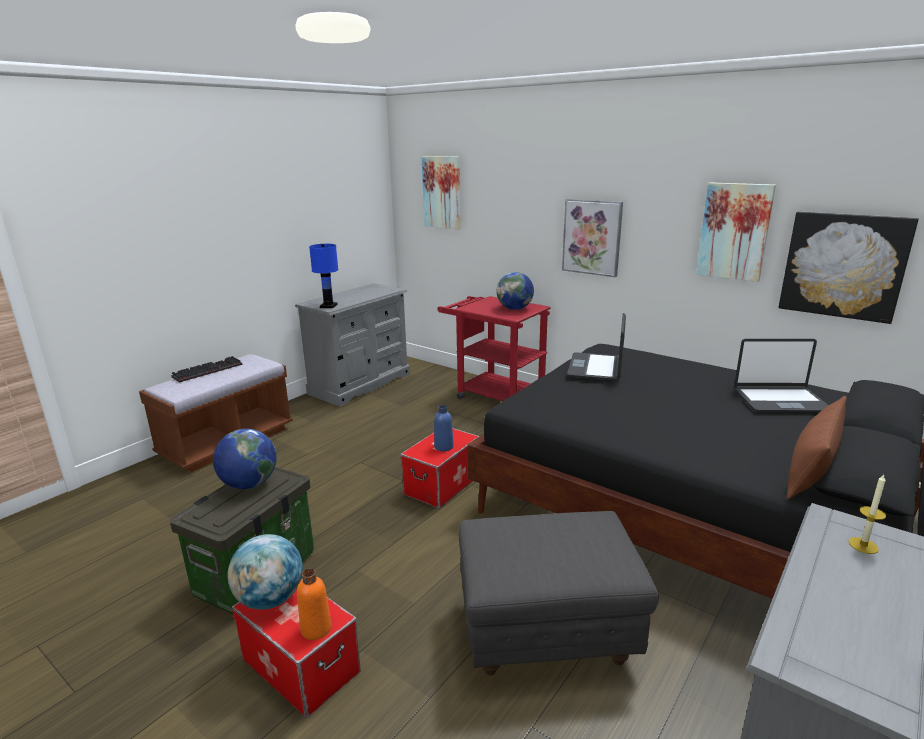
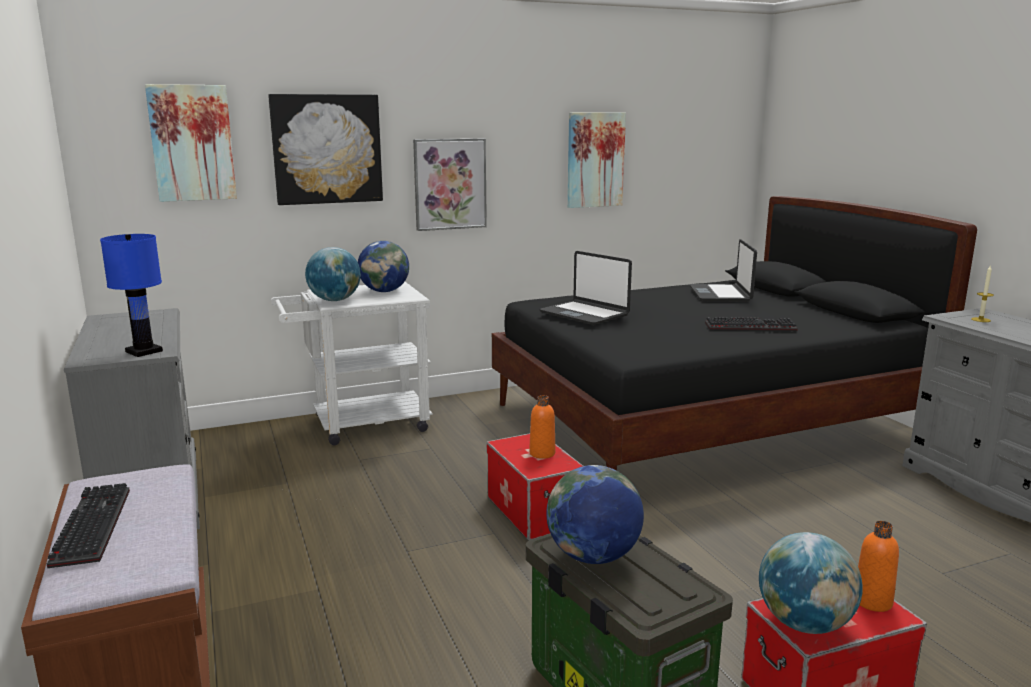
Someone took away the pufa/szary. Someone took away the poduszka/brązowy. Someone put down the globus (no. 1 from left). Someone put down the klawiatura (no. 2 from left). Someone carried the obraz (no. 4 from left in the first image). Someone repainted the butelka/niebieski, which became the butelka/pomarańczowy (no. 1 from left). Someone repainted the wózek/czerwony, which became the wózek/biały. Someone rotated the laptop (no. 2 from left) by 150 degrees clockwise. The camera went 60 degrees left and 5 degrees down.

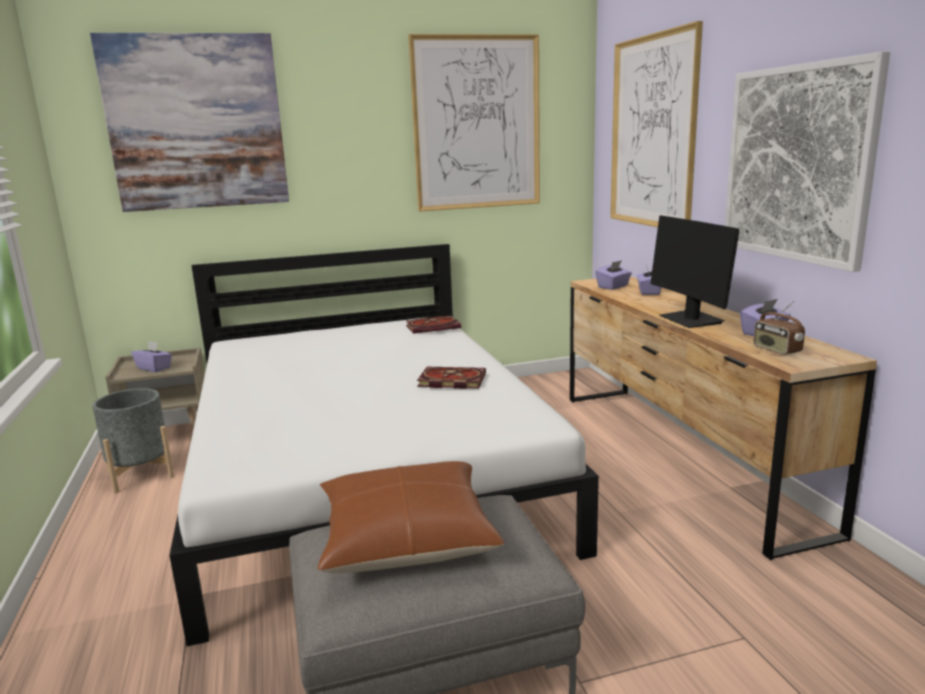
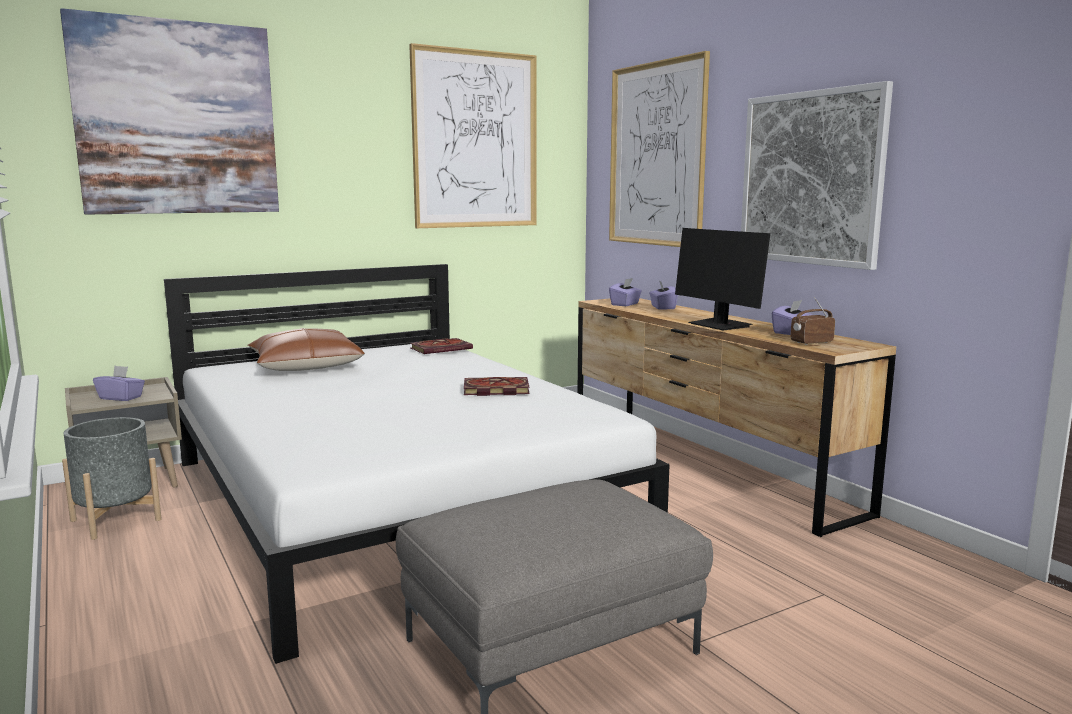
Someone carried the poduszka/brązowy. Someone rotated the radio by 105 degrees clockwise. The camera went 15 degrees left and 5 degrees down.

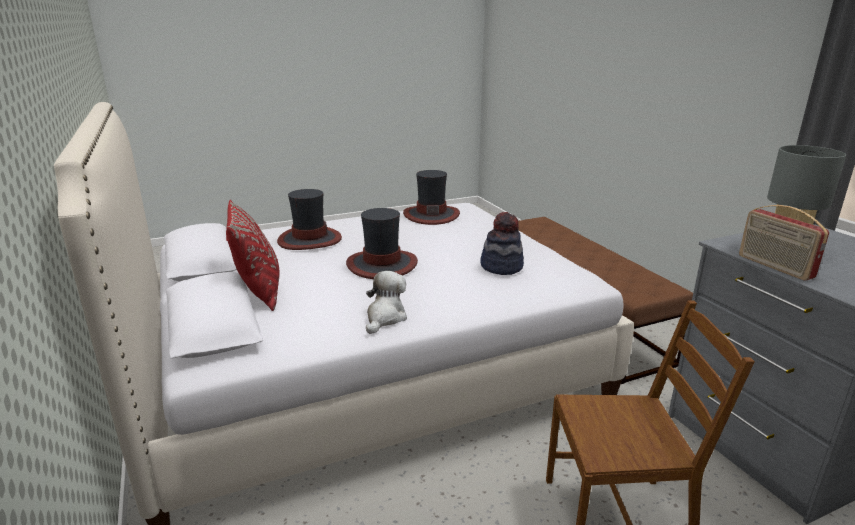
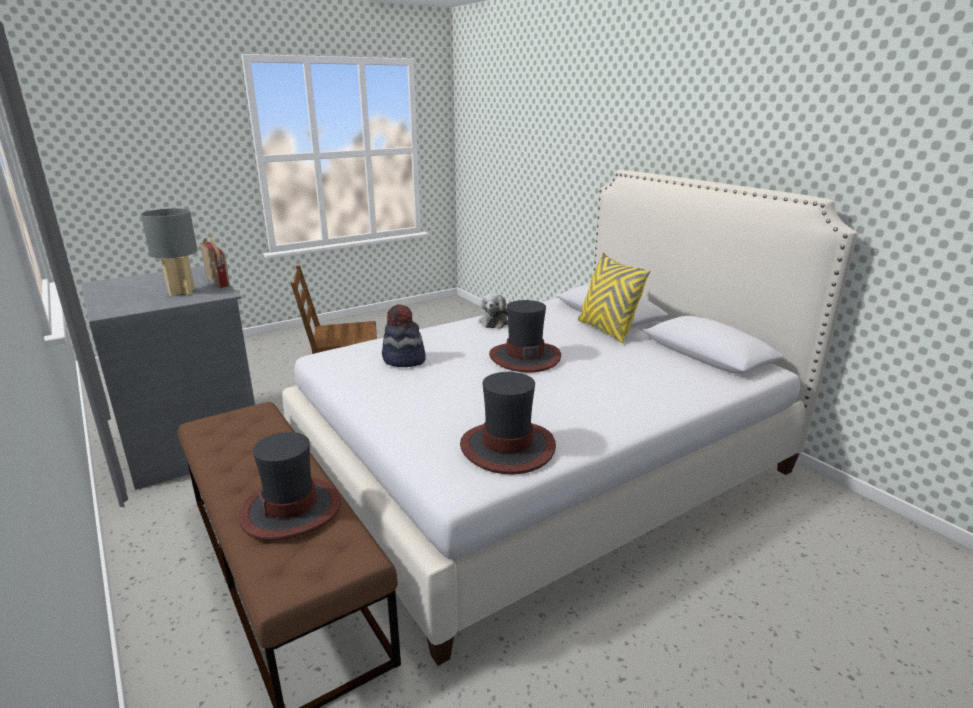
Someone carried the kapelusz (no. 1 from left). Someone repainted the poduszka/czerwony, which became the poduszka/żółty. The camera went 170 degrees right and 0 degrees up.

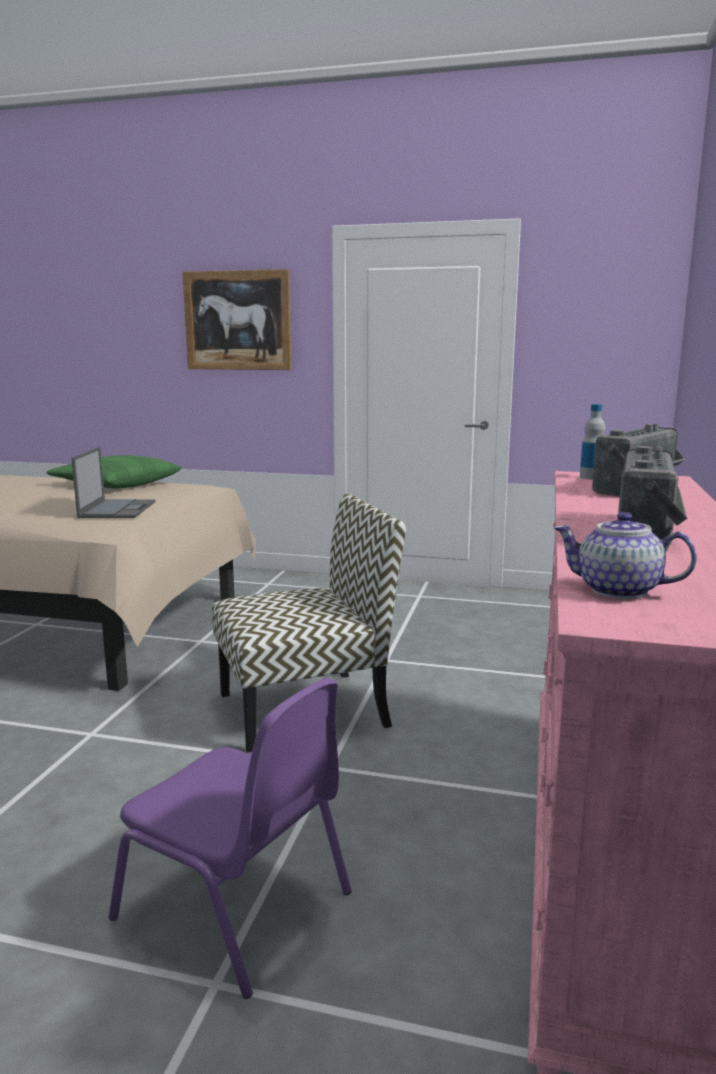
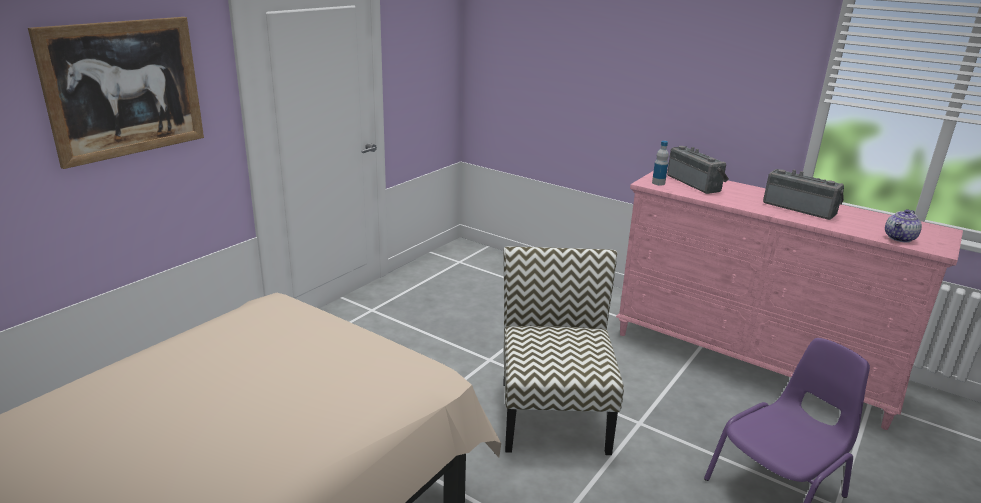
Someone took away the poduszka/zielony. Someone took away the laptop. The camera went 70 degrees left and 10 degrees up.

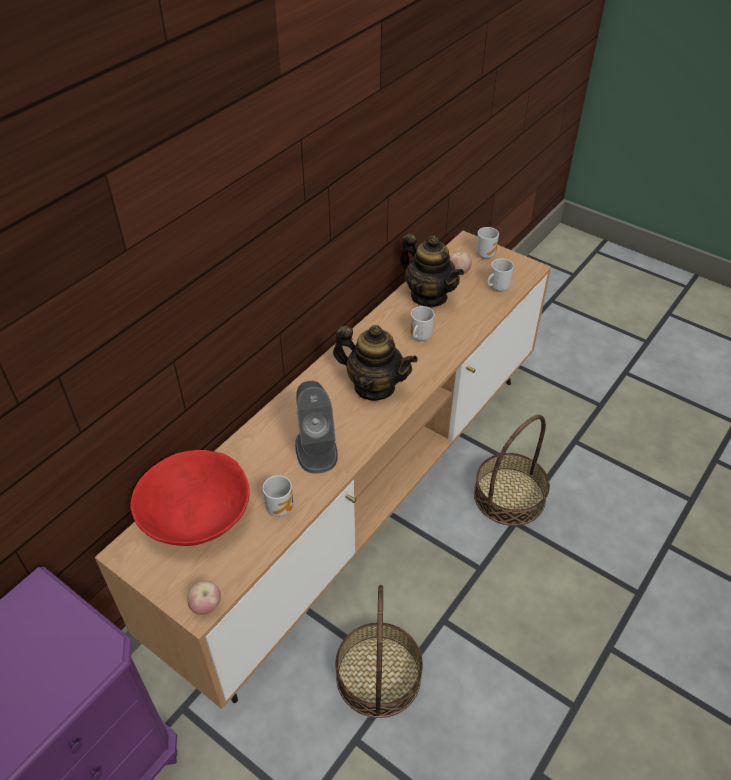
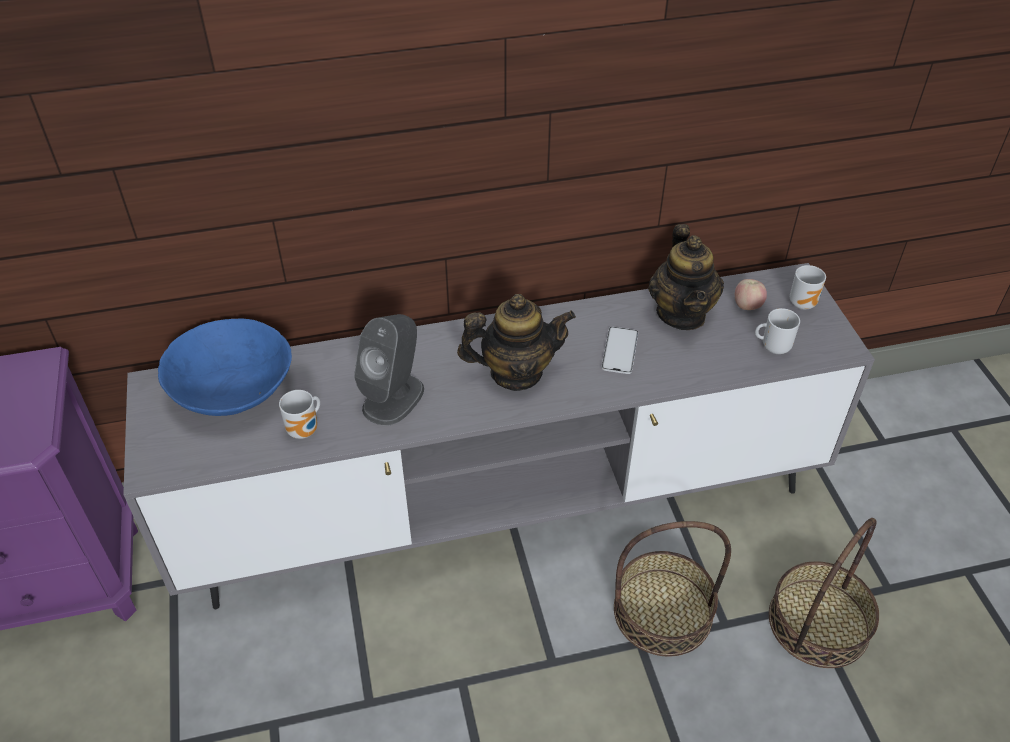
Someone took away the jabłko (no. 1 from left). Someone carried the koszyk (no. 1 from left in the first image). Someone swapped the kubek (no. 2 from left) for the telefon. Someone repainted the szafka pod telewizor/brązowy, which became the szafka pod telewizor/szary. Someone repainted the miska/czerwony, which became the miska/niebieski. Someone rotated the imbryk (no. 1 from left) by 75 degrees counterclockwise. The camera went 40 degrees right and 0 degrees up.

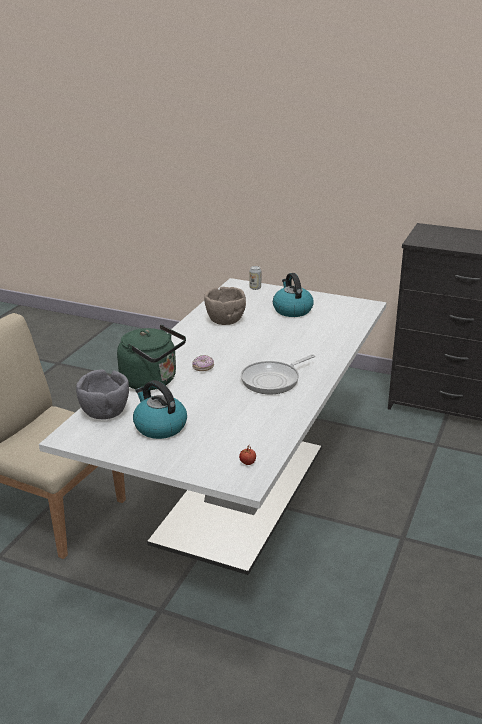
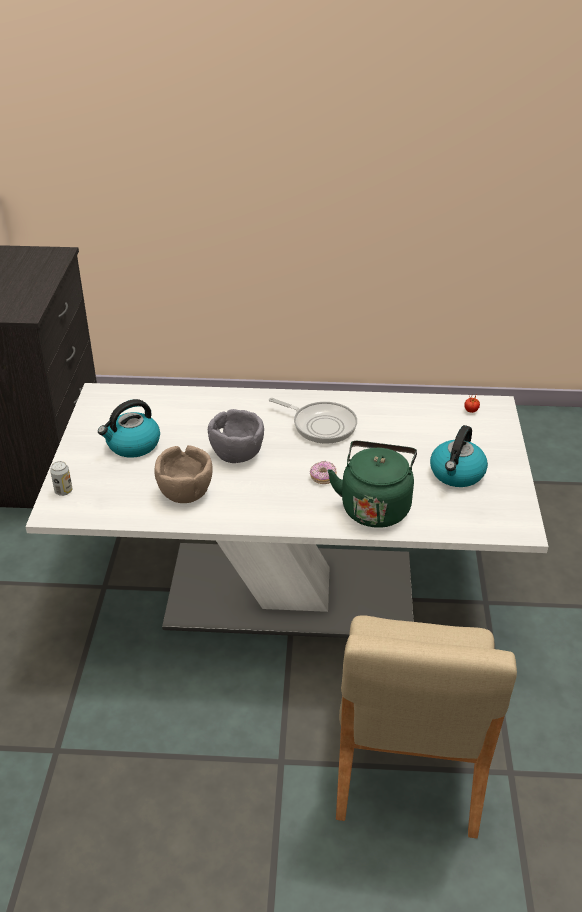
Someone carried the miska/szary. The camera went 110 degrees left and 10 degrees up.

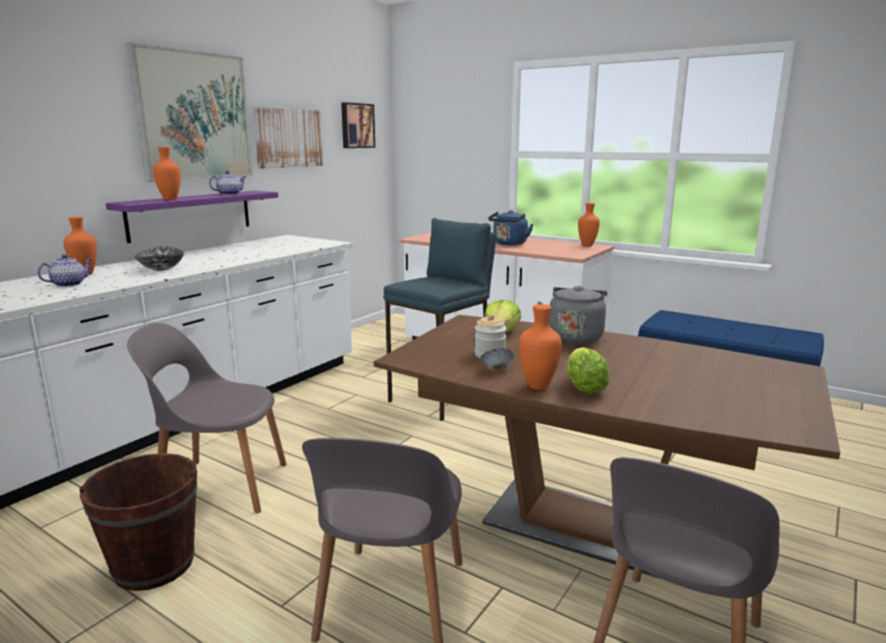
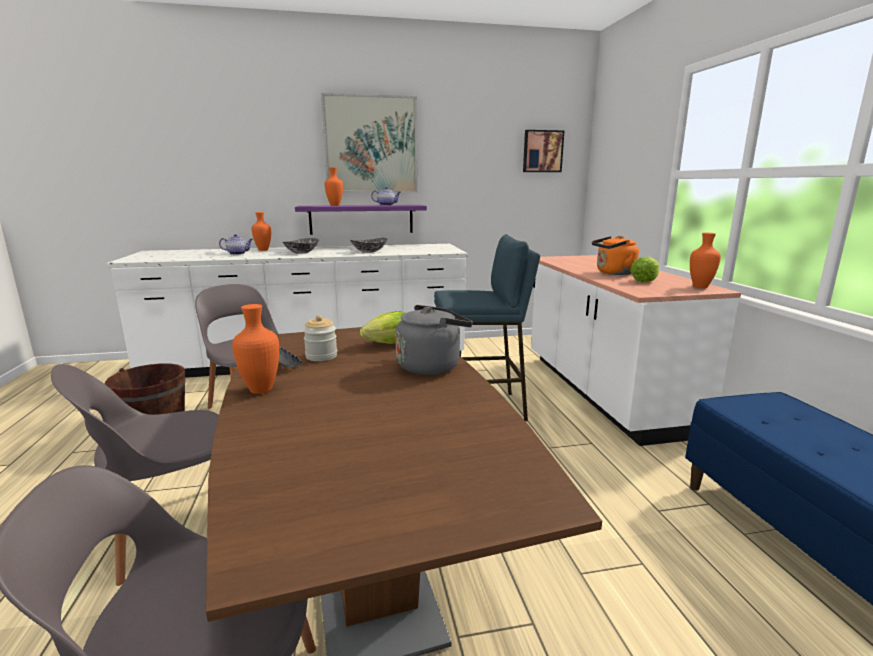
Someone took away the obraz (no. 2 from left). Someone put down the miska (no. 3 from left). Someone carried the sałata (no. 2 from left). Someone repainted the czajnik/niebieski, which became the czajnik/pomarańczowy. The camera went 45 degrees right and 0 degrees up.

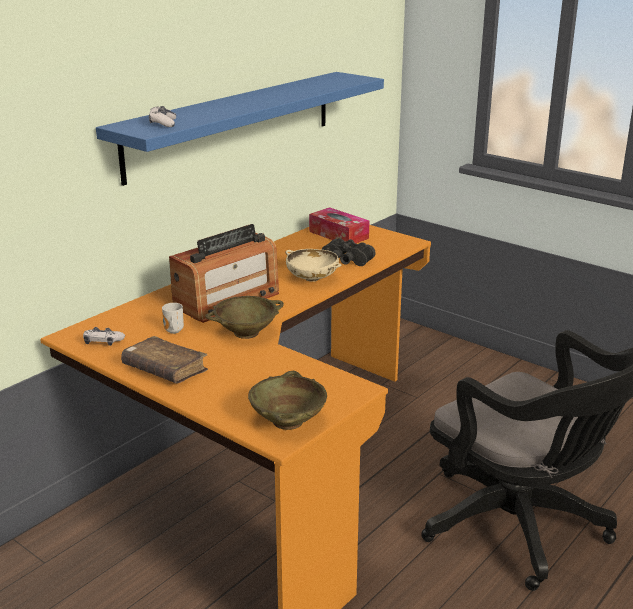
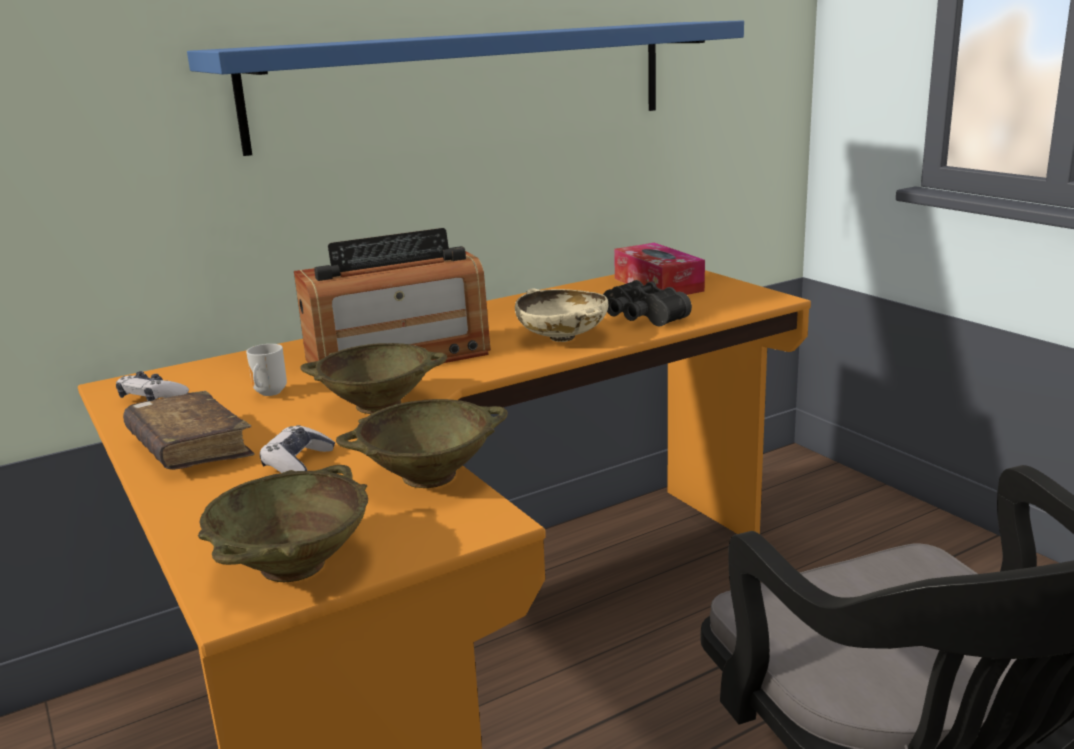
Someone put down the miska/beżowy (no. 3 from left). Someone carried the pad do gier (no. 2 from left). The camera went 20 degrees right and 5 degrees down.

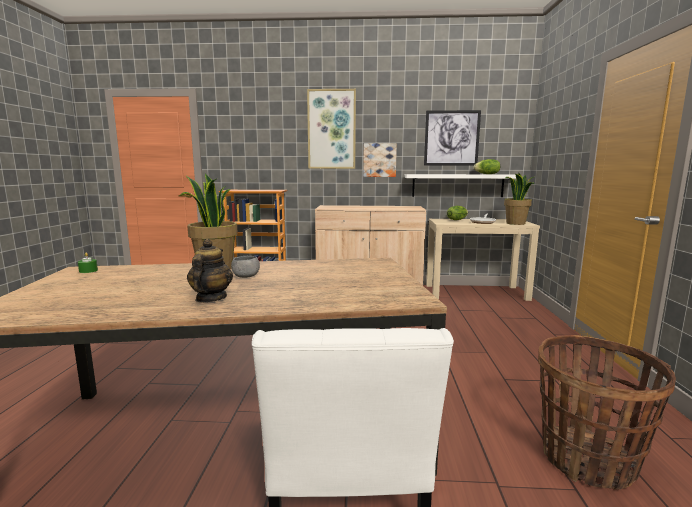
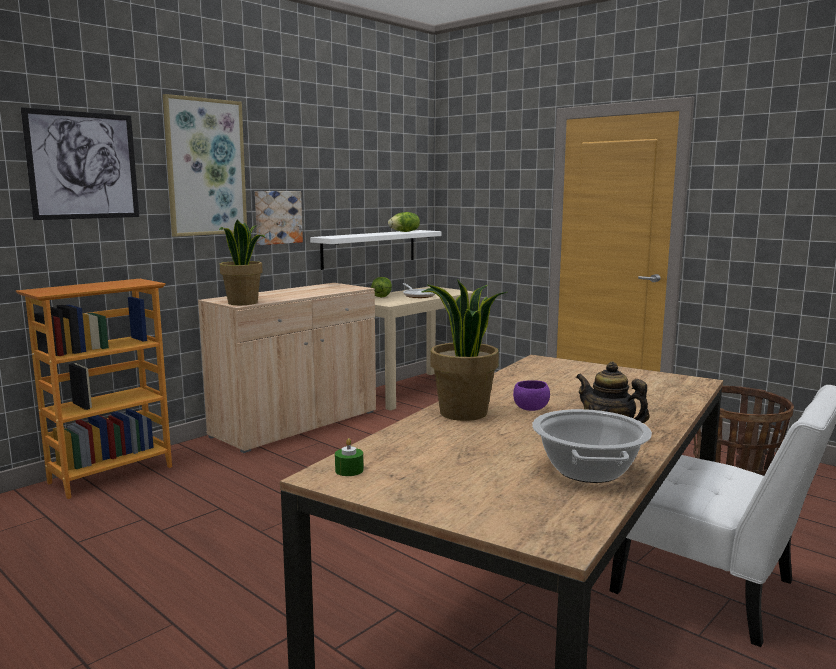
Someone put down the garnek. Someone carried the obraz (no. 3 from left in the first image). Someone carried the roślina doniczkowa (no. 2 from left in the first image). Someone repainted the miska/szary, which became the miska/fioletowy. The camera went 50 degrees left and 0 degrees up.

